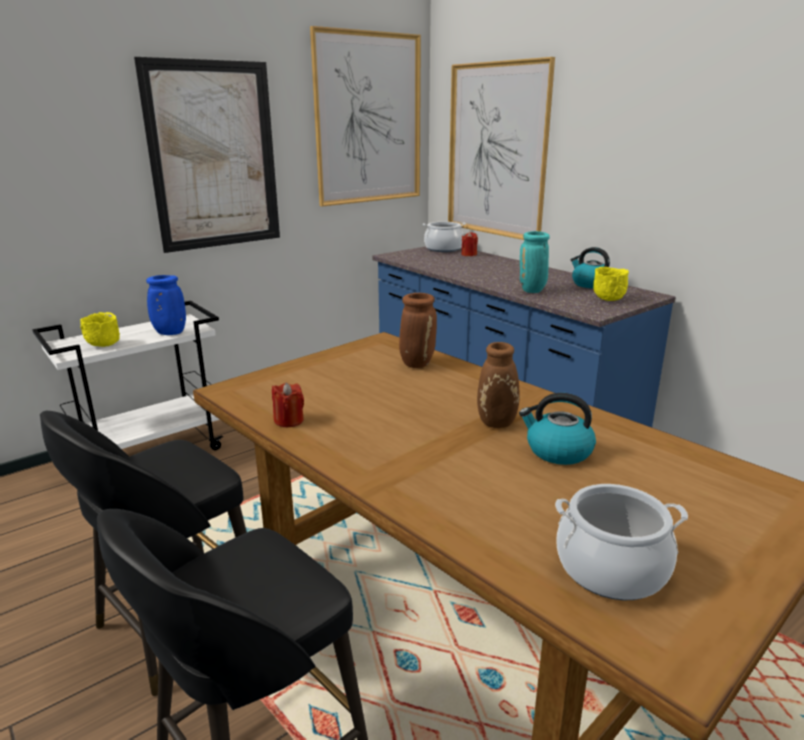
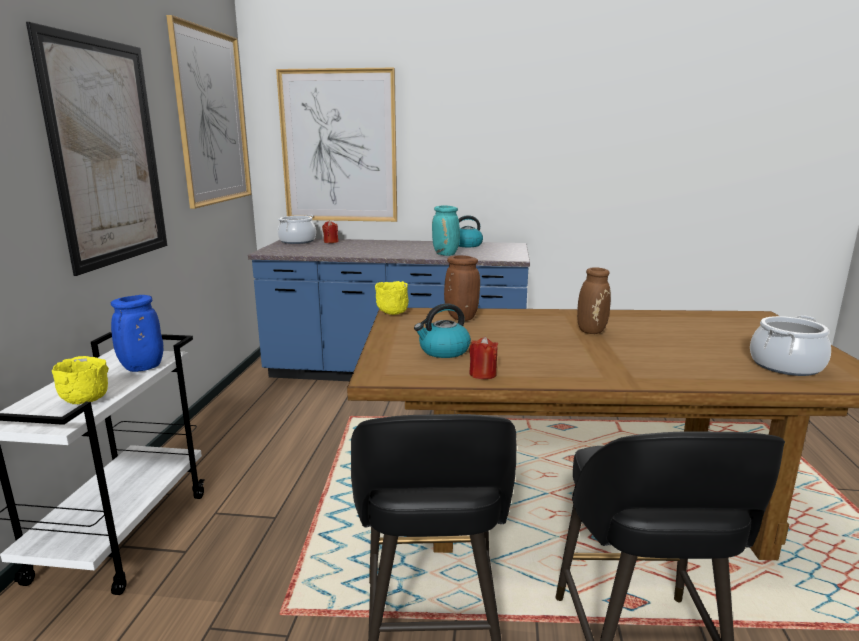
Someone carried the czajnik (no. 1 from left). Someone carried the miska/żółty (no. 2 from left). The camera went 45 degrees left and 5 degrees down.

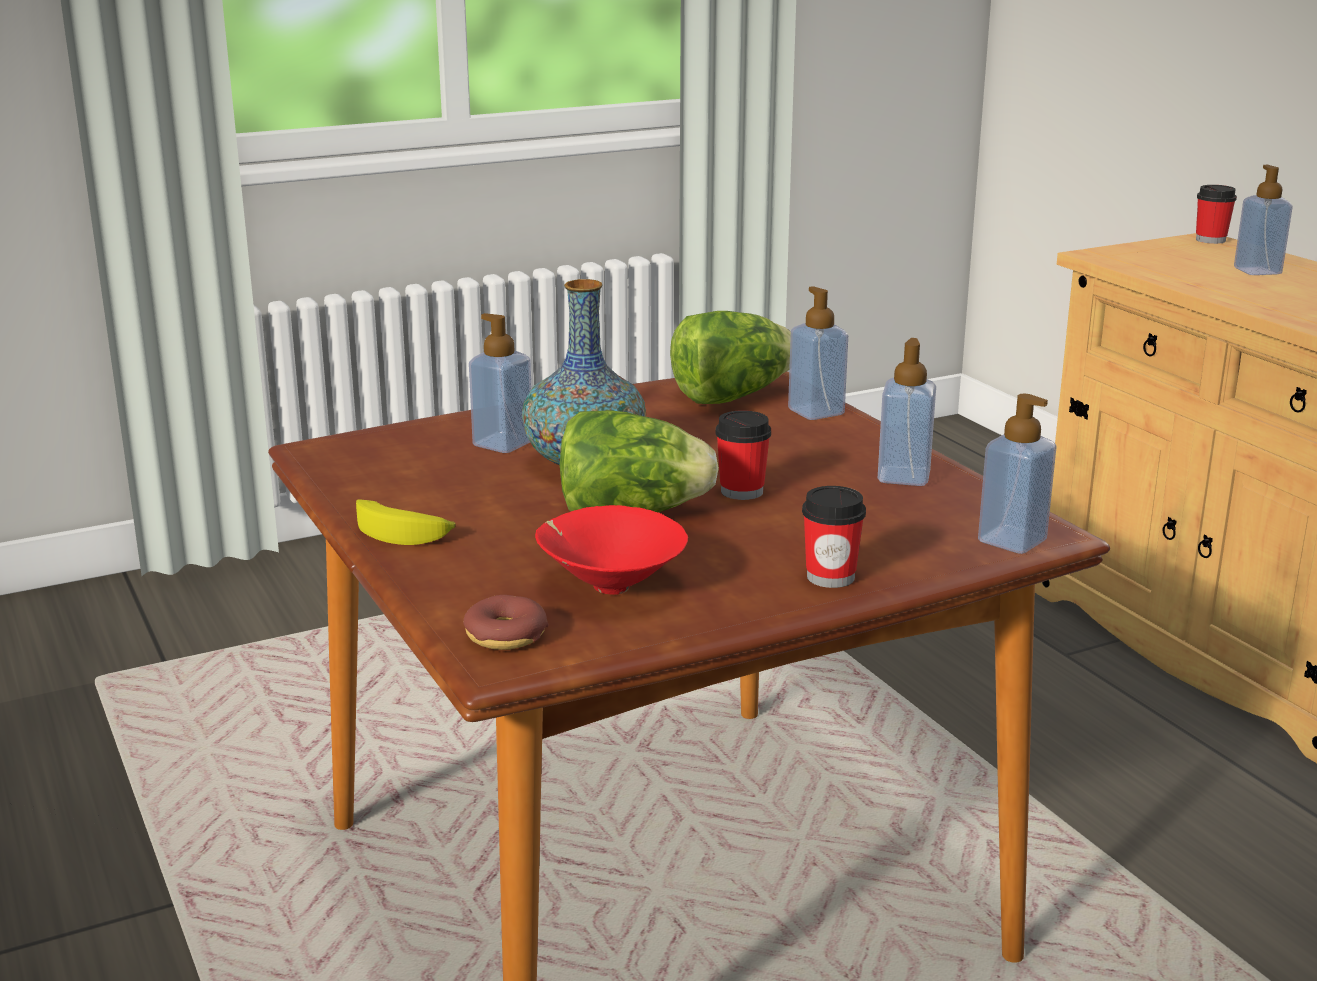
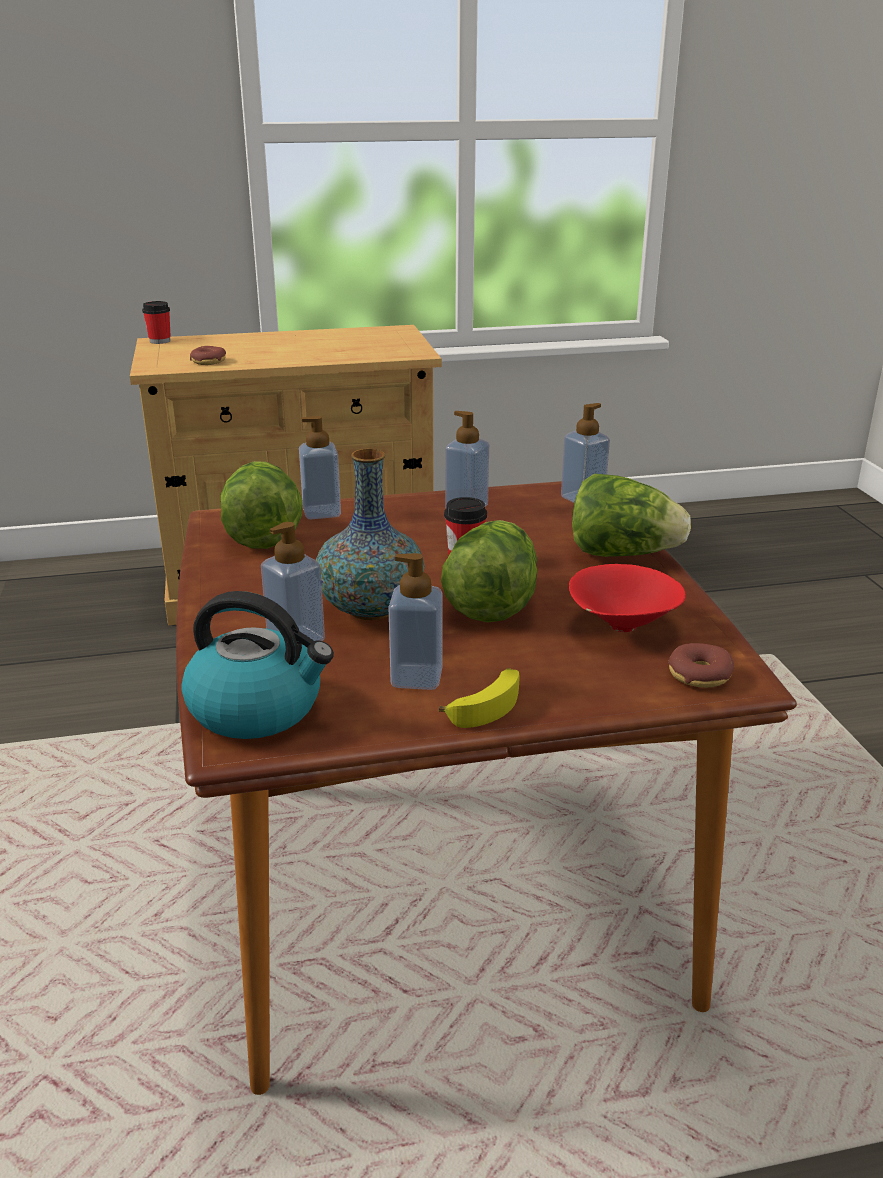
Someone put down the czajnik. Someone put down the donut (no. 1 from left). Someone carried the dozownik mydła (no. 5 from left in the first image). Someone swapped the filiżanka (no. 2 from left) for the sałata (no. 3 from left). The camera went 75 degrees left and 5 degrees up.

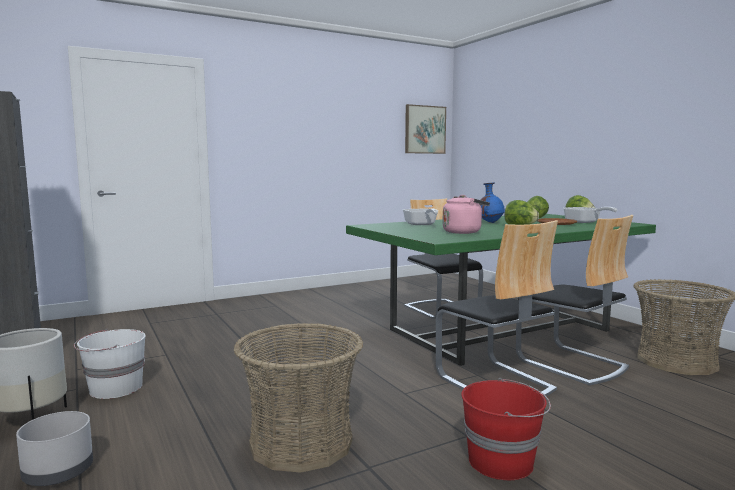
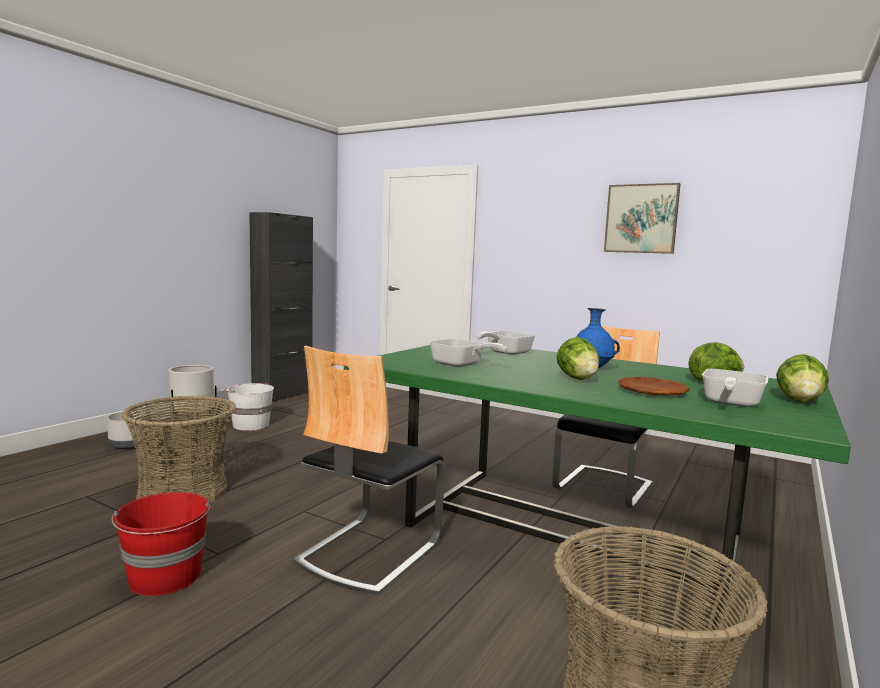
Someone took away the krzesło (no. 3 from left). Someone carried the obraz. Someone swapped the czajnik/różowy for the patelnia (no. 1 from left). The camera went 60 degrees right and 0 degrees up.

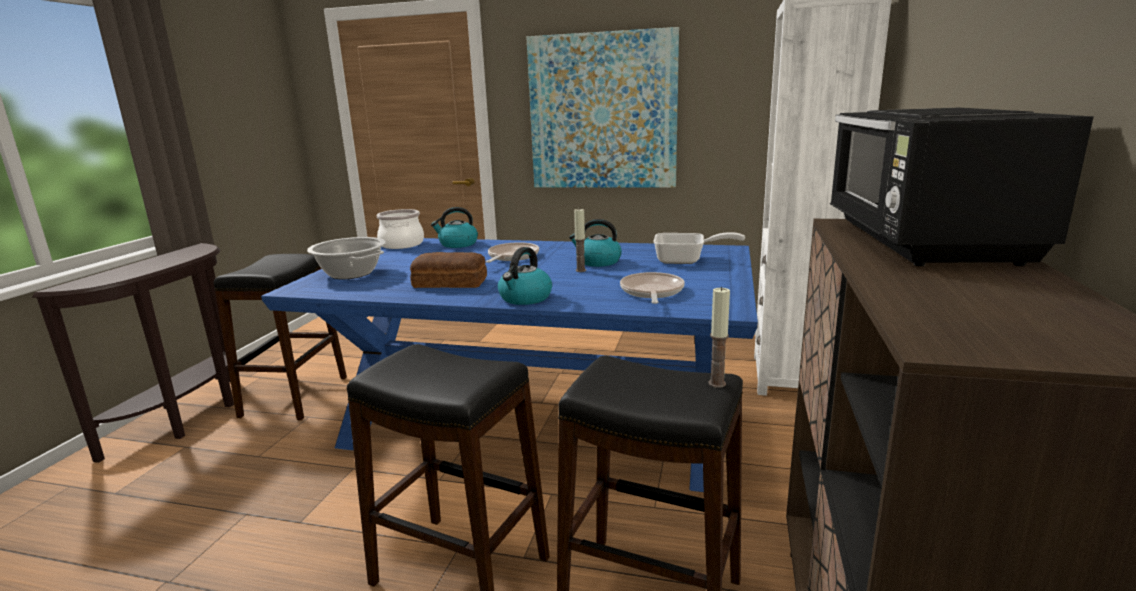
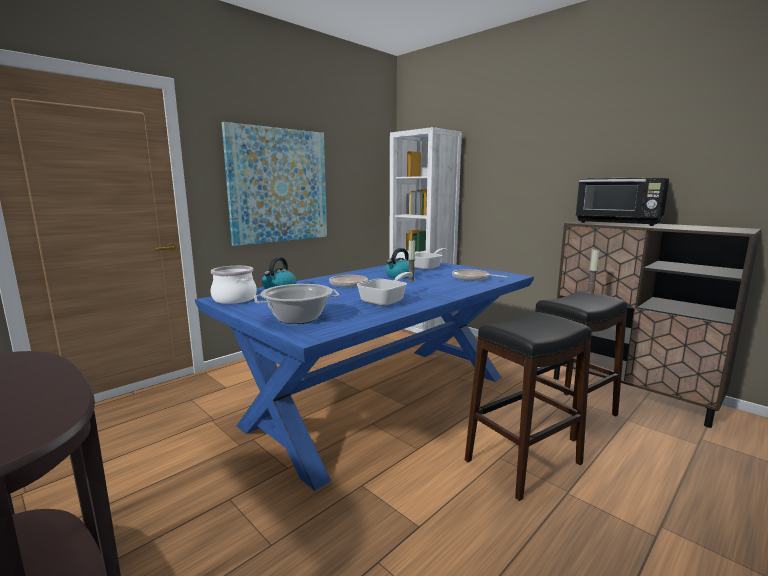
Someone took away the stołek/czarny (no. 1 from left). Someone took away the czajnik (no. 2 from left). Someone swapped the chleb for the patelnia (no. 2 from left). The camera went 60 degrees left and 5 degrees down.

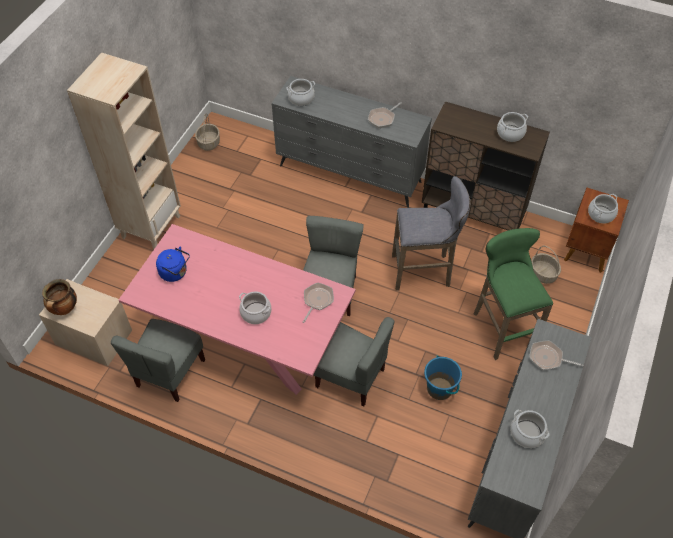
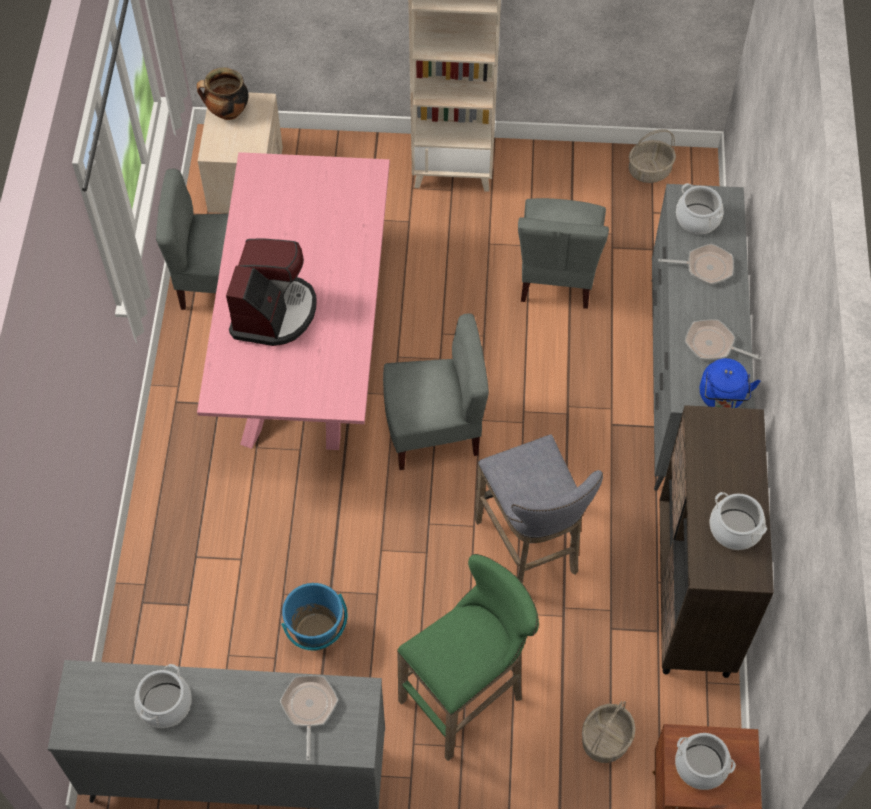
Someone carried the czajnik/niebieski. Someone carried the patelnia (no. 1 from left in the first image). Someone carried the krzesło/szary (no. 3 from left). Someone swapped the garnek (no. 2 from left) for the ekspres do kawy. The camera went 70 degrees right and 5 degrees up.

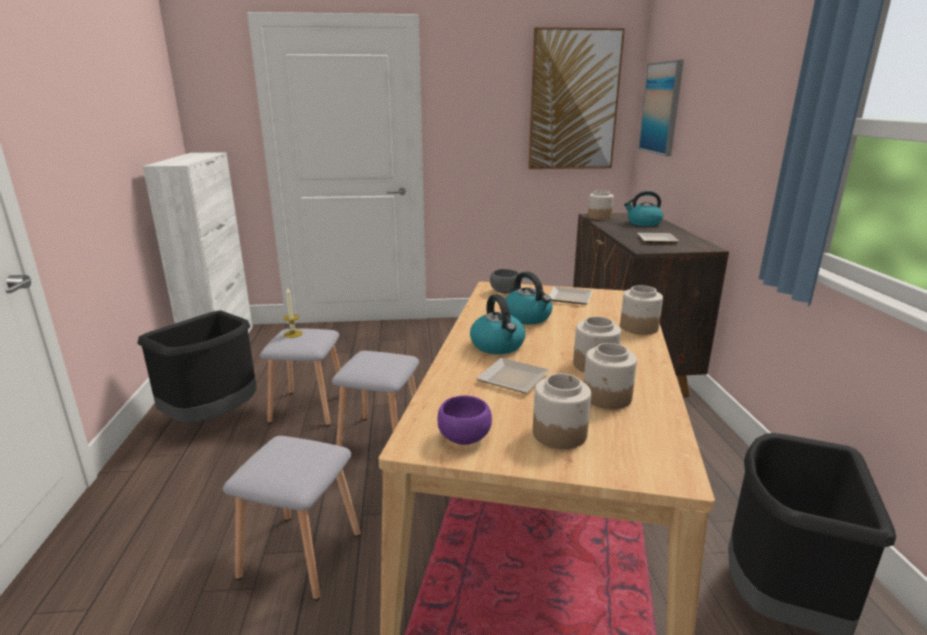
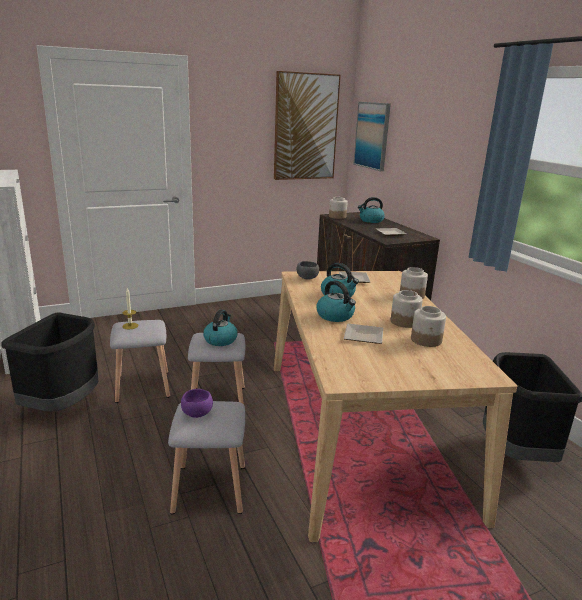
Someone took away the słoik (no. 1 from left). Someone put down the czajnik (no. 1 from left). Someone carried the miska/fioletowy. The camera went 20 degrees left and 0 degrees up.

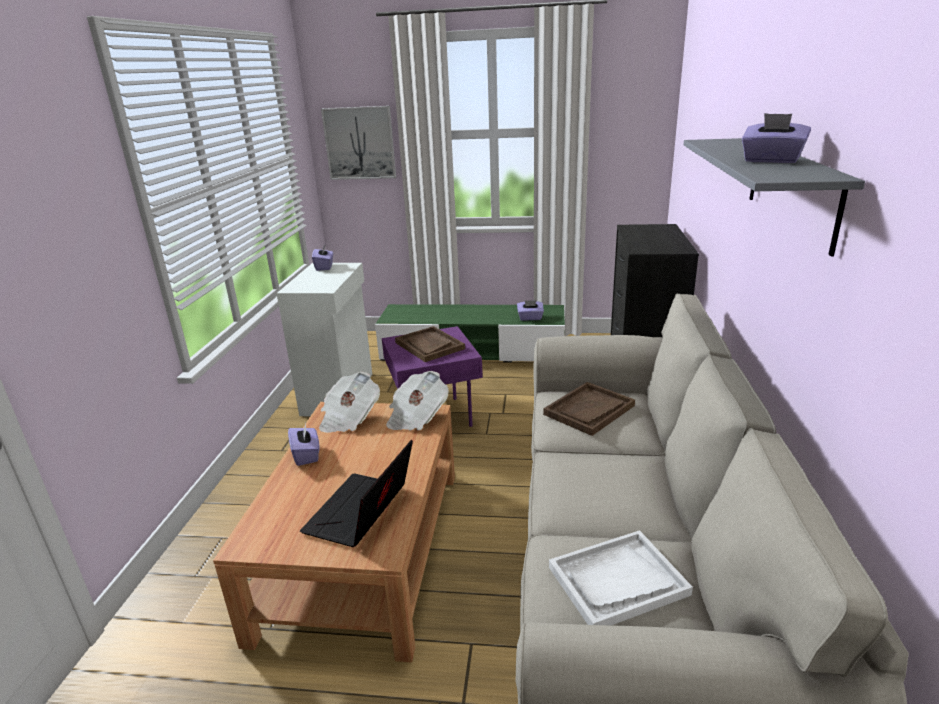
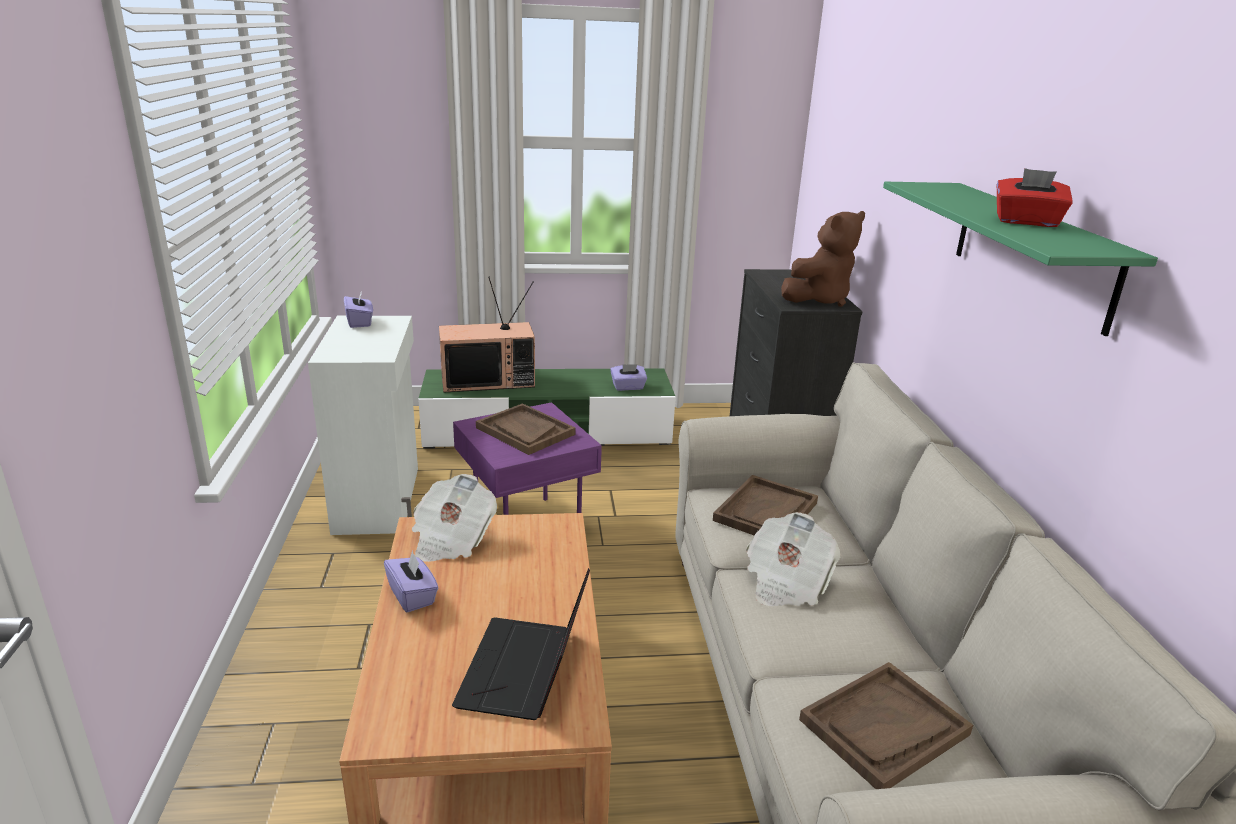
Someone took away the obraz. Someone put down the telewizor. Someone put down the pluszak/brązowy. Someone carried the gazeta (no. 2 from left). Someone repainted the taca/biały, which became the taca/brązowy (no. 3 from left). Someone repainted the półka/szary, which became the półka/zielony. Someone repainted the pudełko chusteczek/fioletowy (no. 4 from left), which became the pudełko chusteczek/czerwony. The camera went 15 degrees left and 0 degrees up.

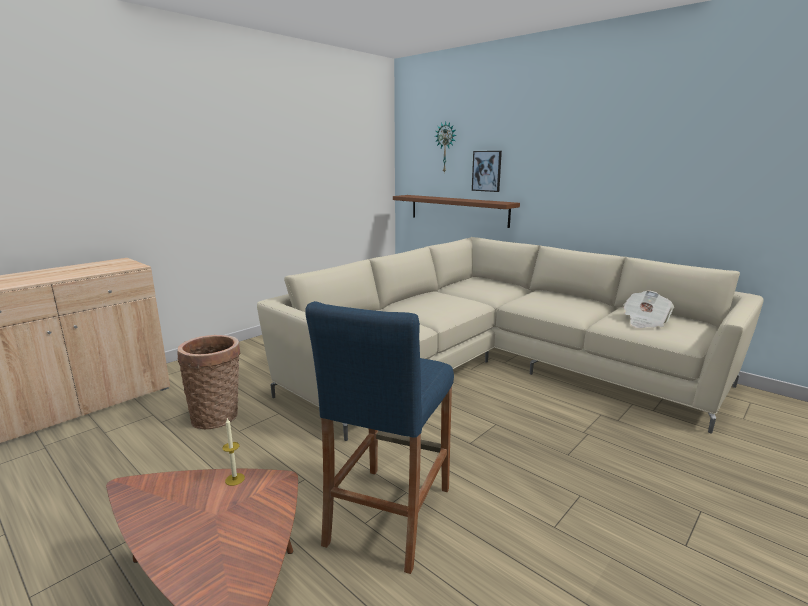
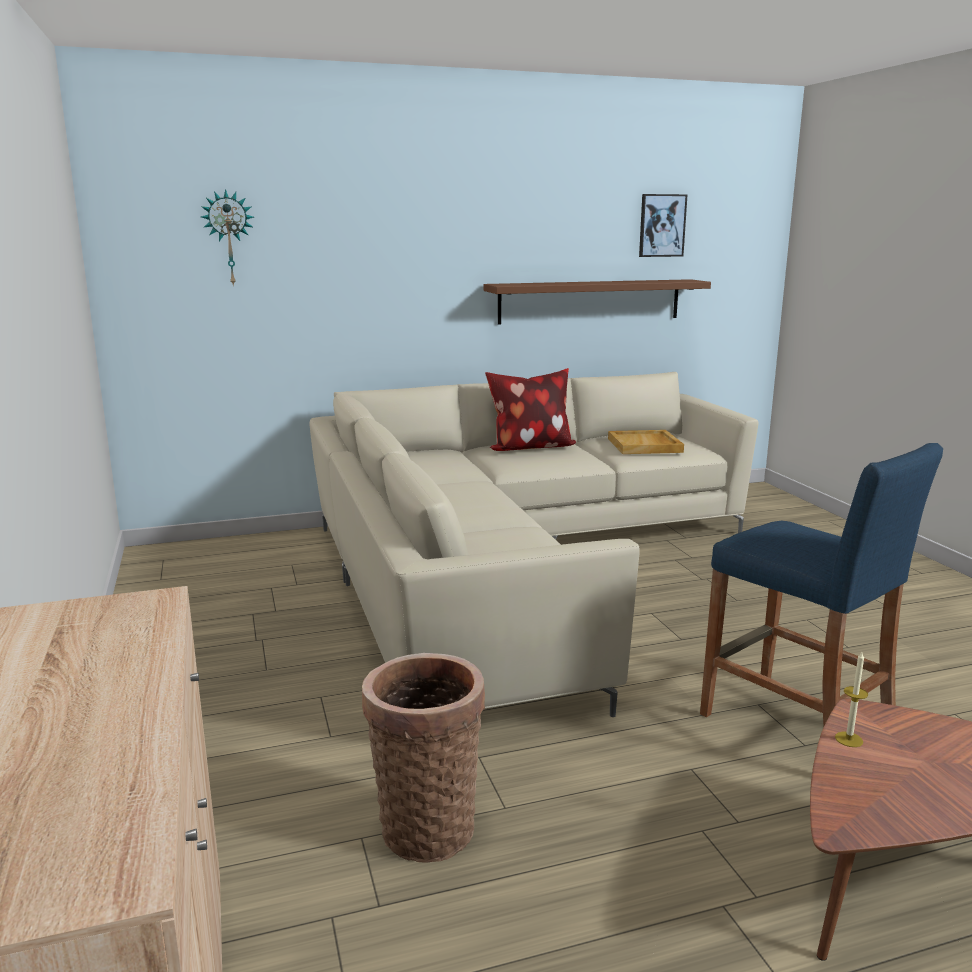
Someone put down the poduszka. Someone carried the półka/brązowy. Someone carried the obraz. Someone swapped the gazeta for the taca/beżowy. The camera went 60 degrees left and 0 degrees up.

